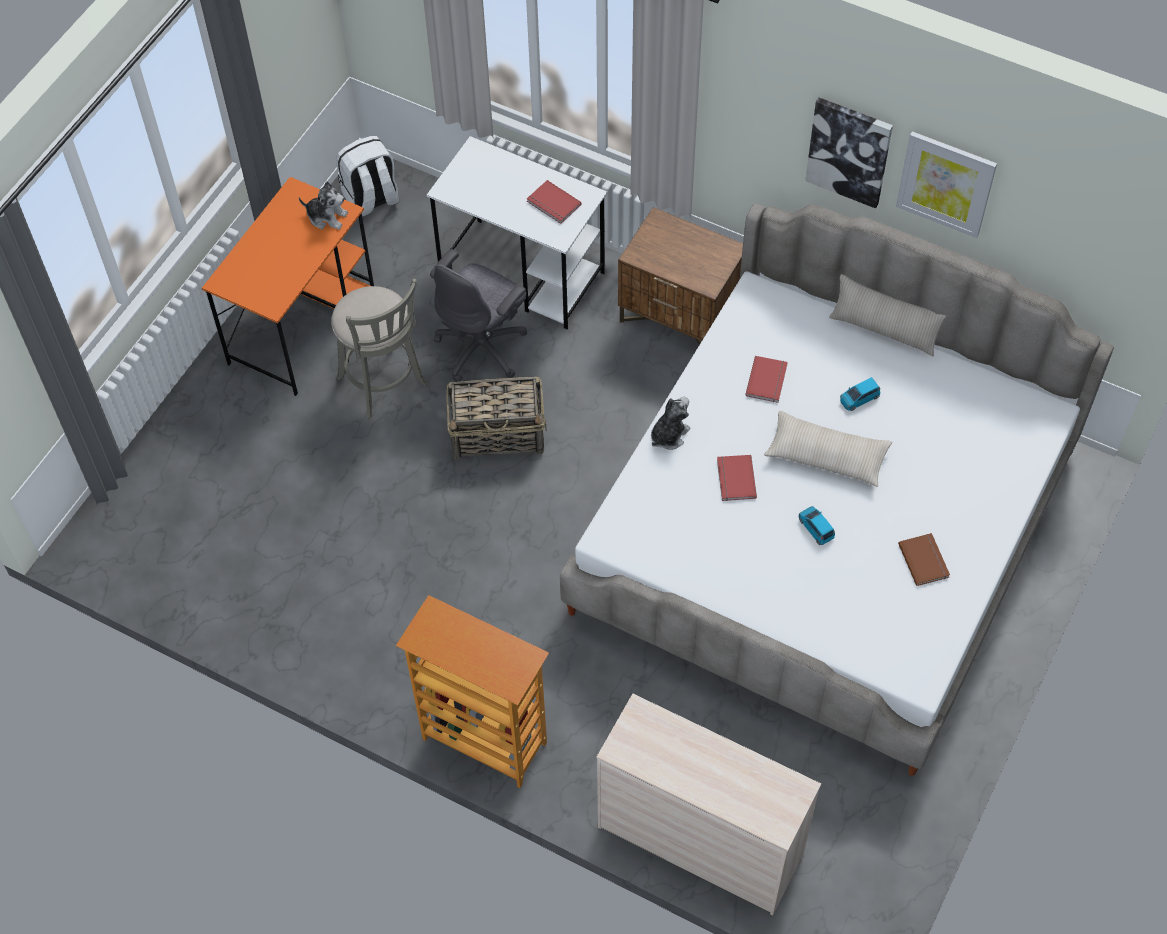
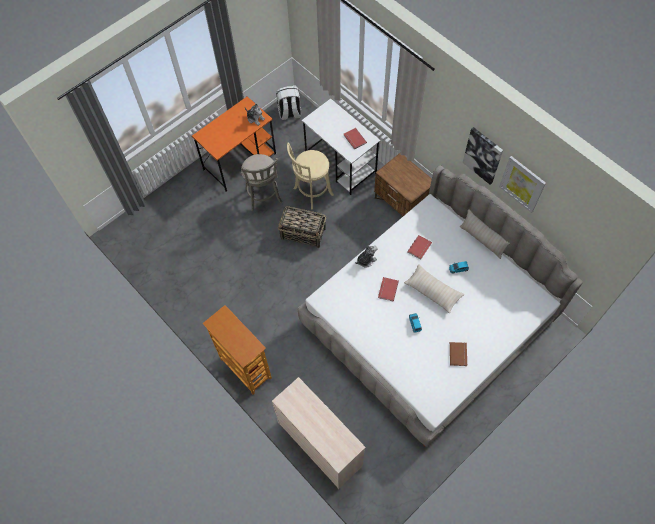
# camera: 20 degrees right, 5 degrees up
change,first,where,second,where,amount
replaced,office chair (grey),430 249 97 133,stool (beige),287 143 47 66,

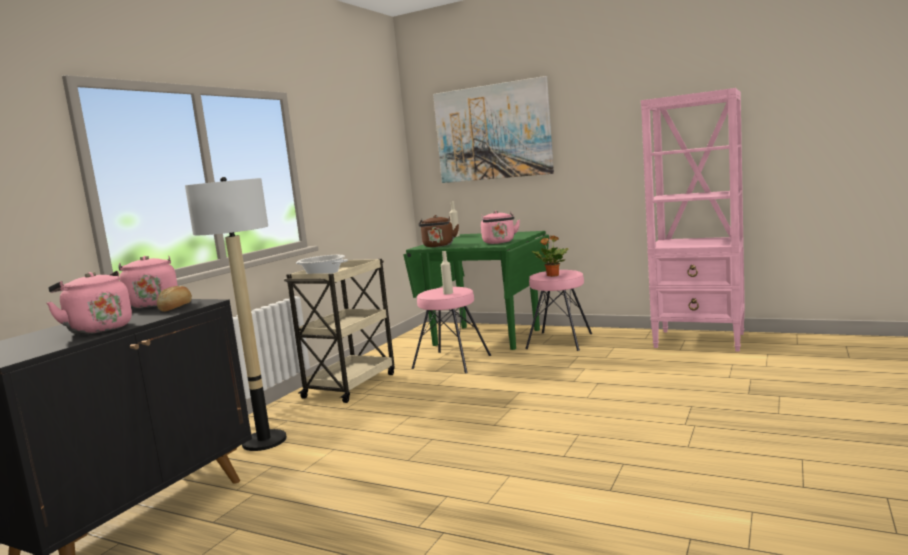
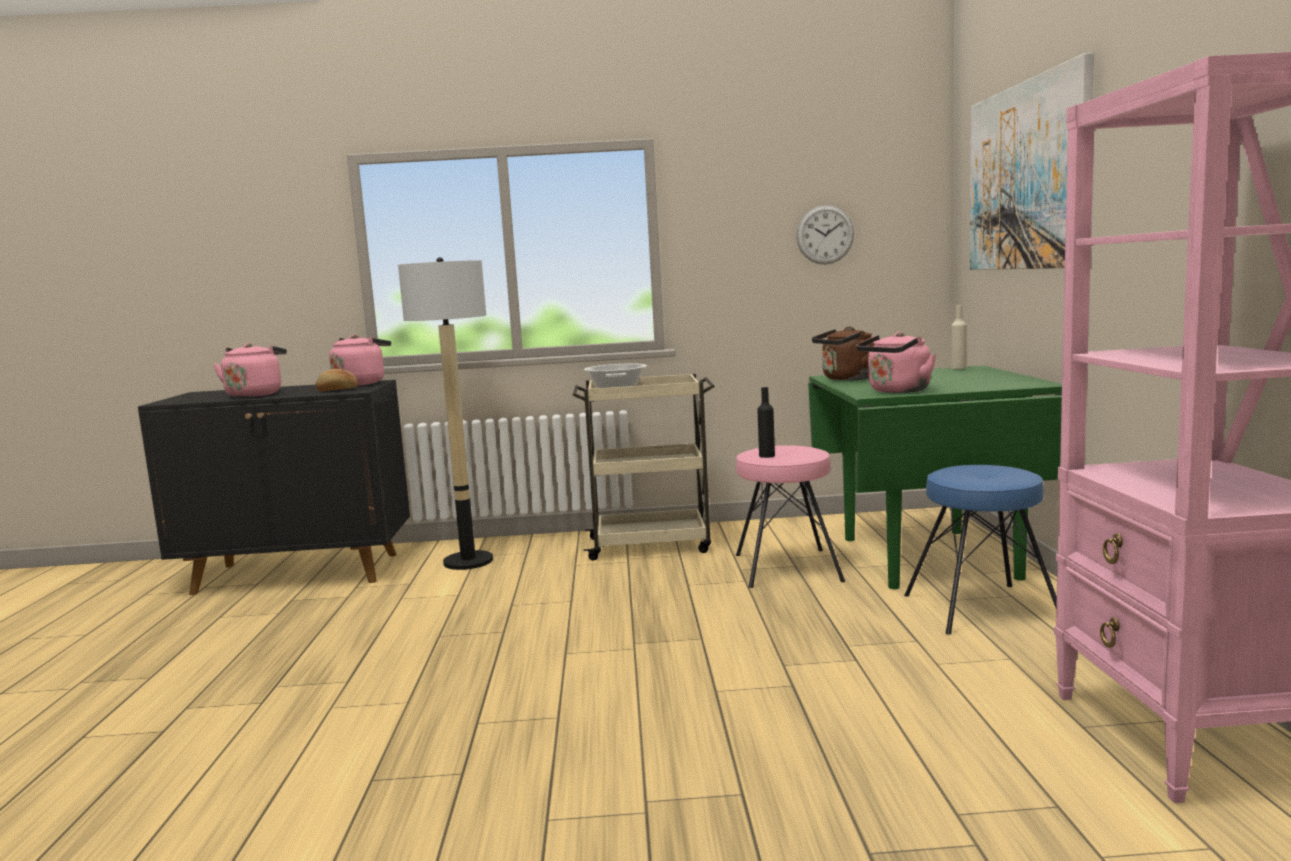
# camera: 60 degrees right, 0 degrees up
change,first,where,second,where,amount
removed,potted plant,532 235 37 42,,,
recoloured,bottle (beige),441 251 12 43,bottle (black),757 387 18 71,
recoloured,stool (pink),525 270 67 81,stool (blue),904 465 153 170,
added,,,wall clock,796 205 58 59,

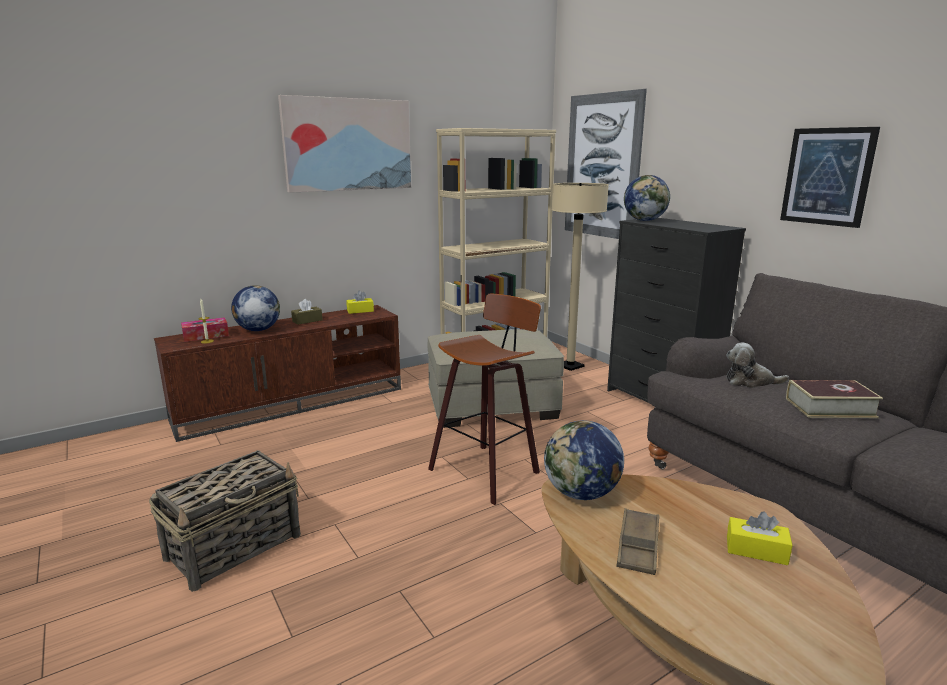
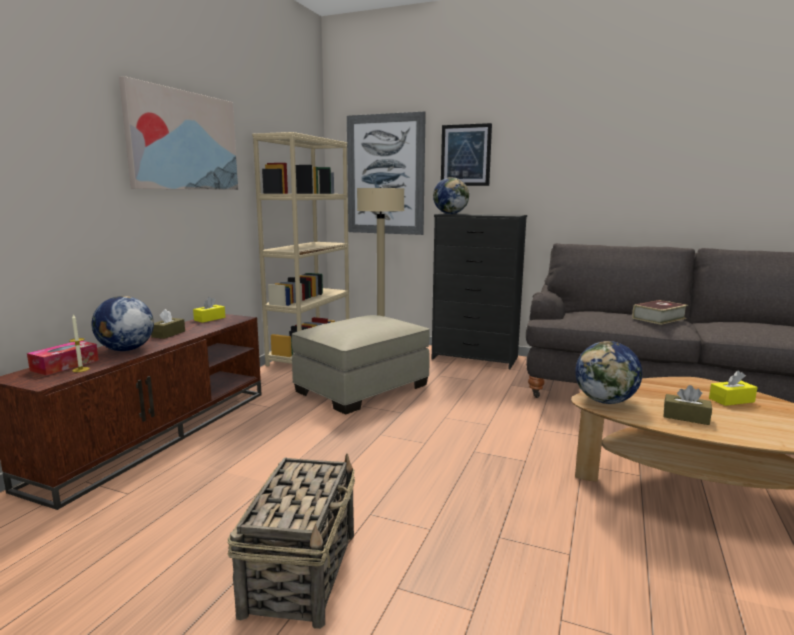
# camera: 35 degrees left, 5 degrees down
change,first,where,second,where,amount
moved,picture,780 127 100 101,,441 123 51 63,
removed,stool,428 293 113 212,,,
removed,plush toy,726 343 63 45,,,
replaced,tray (brown),616 508 43 67,tissue box (brown),664 385 48 40,

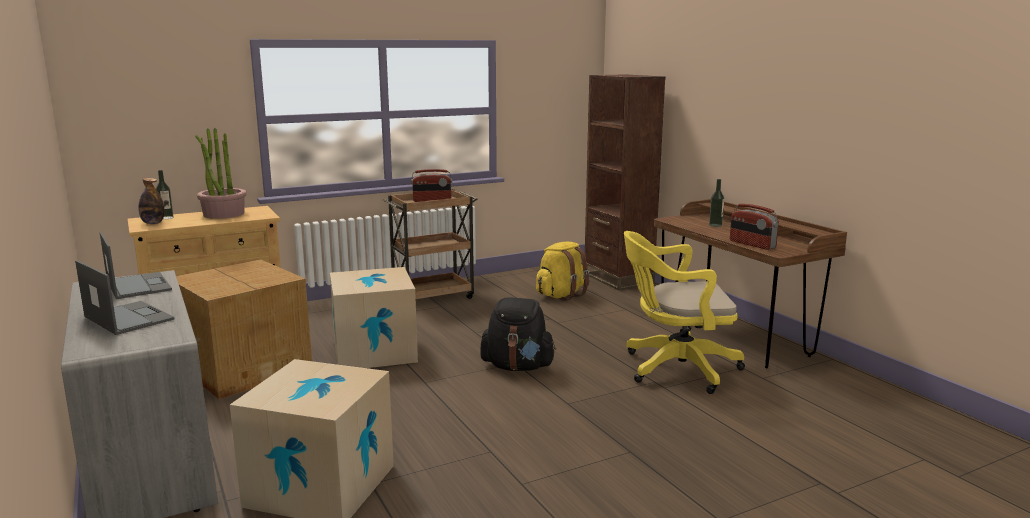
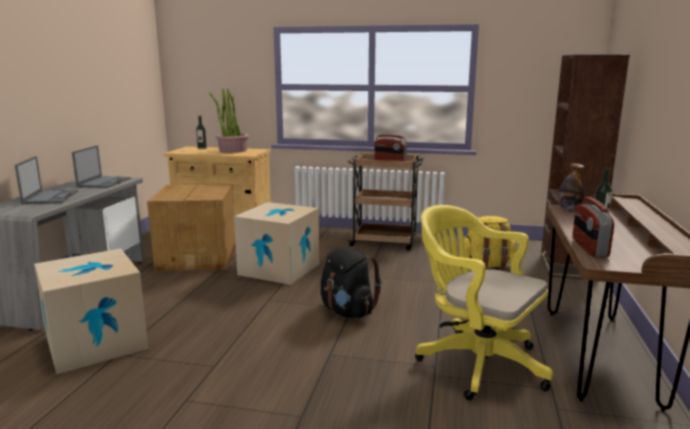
# camera: 40 degrees right, 0 degrees up
change,first,where,second,where,amount
moved,bottle,138 178 27 46,,558 163 26 47,

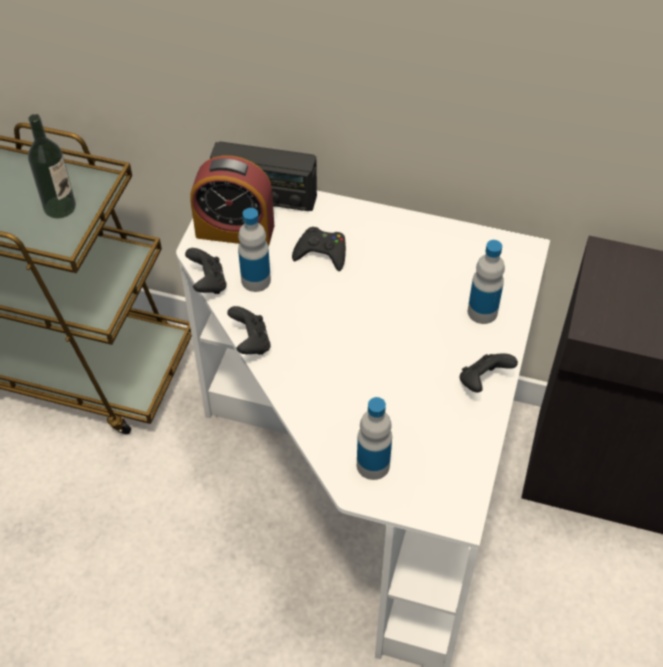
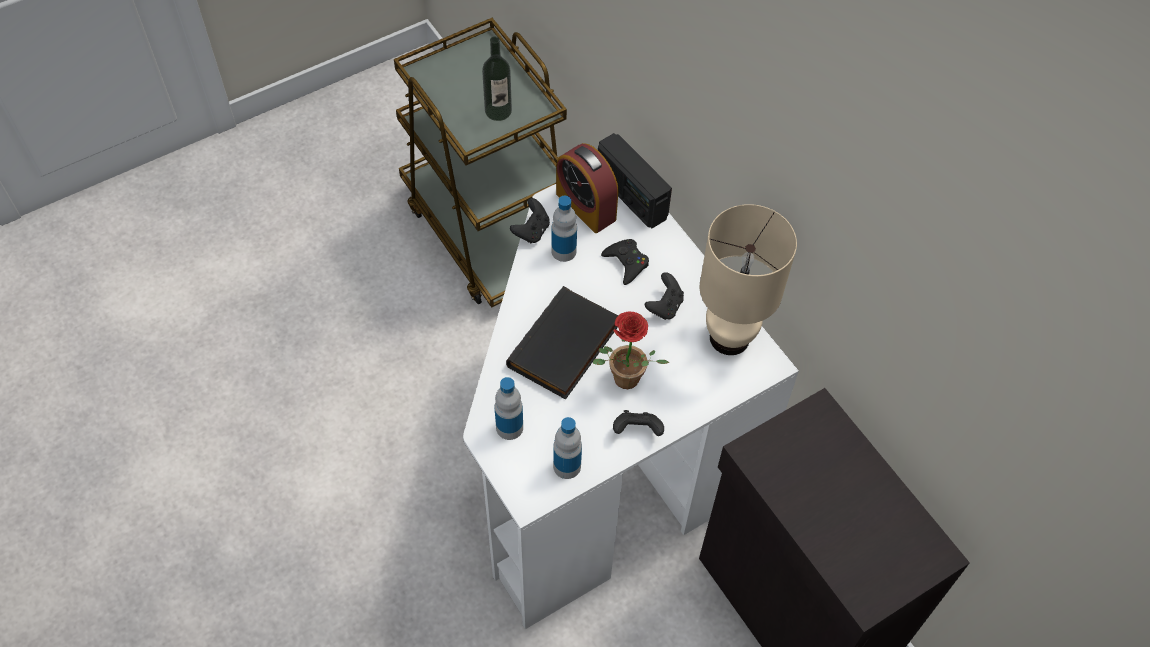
# camera: 40 degrees right, 5 degrees up
change,first,where,second,where,amount
moved,bottle,468 240 37 84,,553 417 29 62,
moved,game controller (black),227 306 44 49,,645 272 39 48,
added,,,table lamp (beige),700 204 97 151,
added,,,book (black),506 286 112 114,
added,,,potted plant,593 312 76 77,

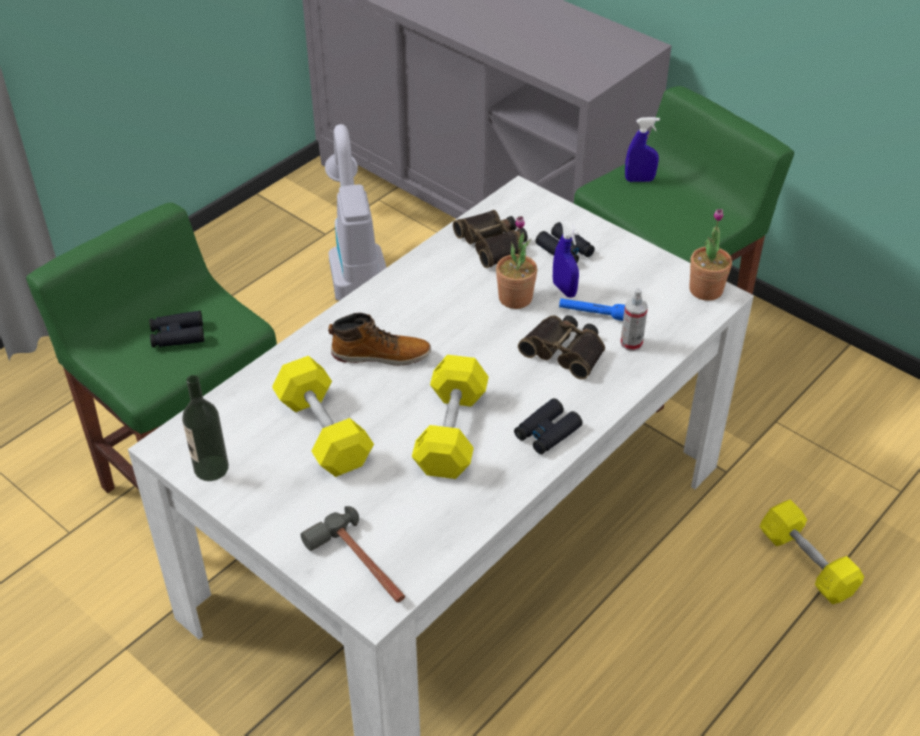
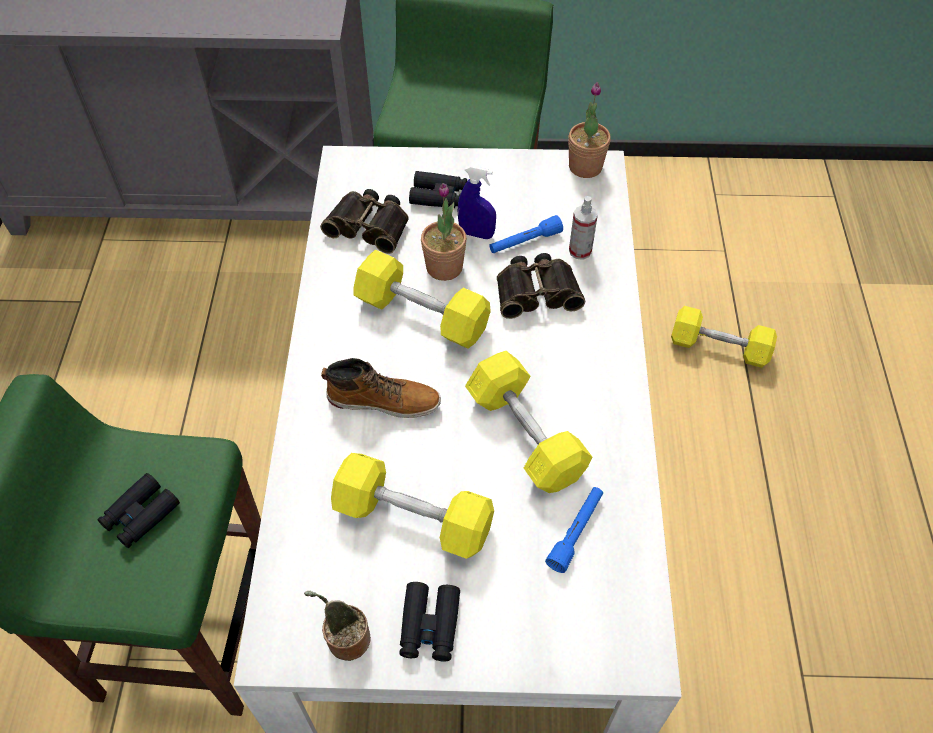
# camera: 40 degrees left, 10 degrees up
change,first,where,second,where,amount
removed,spray bottle (blue),625 117 35 65,,,
removed,vacuum cleaner,325 124 62 177,,,
turned,boot,328 313 103 53,,321 358 120 60,45 degrees clockwise
replaced,bottle,182 375 47 106,potted plant,304 591 67 70,
moved,binoculars (black),514 398 69 56,,399 582 61 79,
removed,hammer,301 506 104 97,,,
added,,,dumbbell (yellow),354 249 137 100,
added,,,flashlight (blue),545 487 58 86,

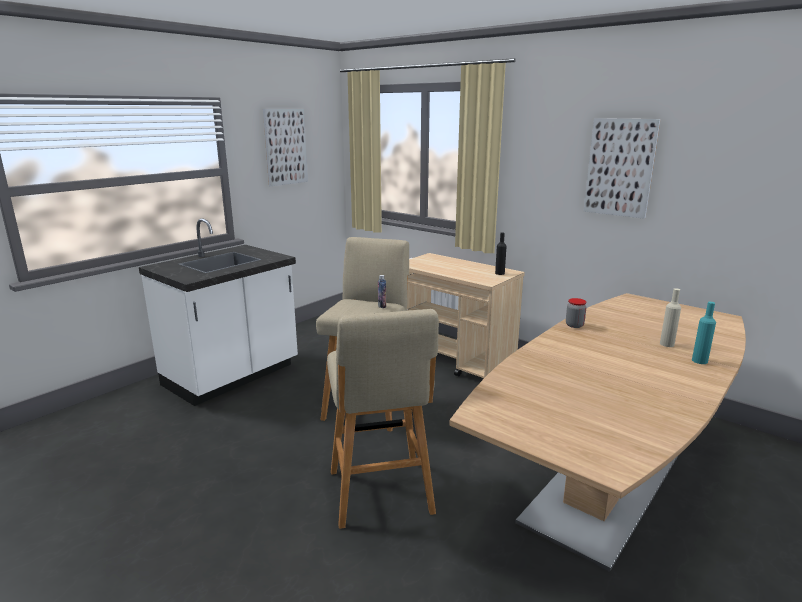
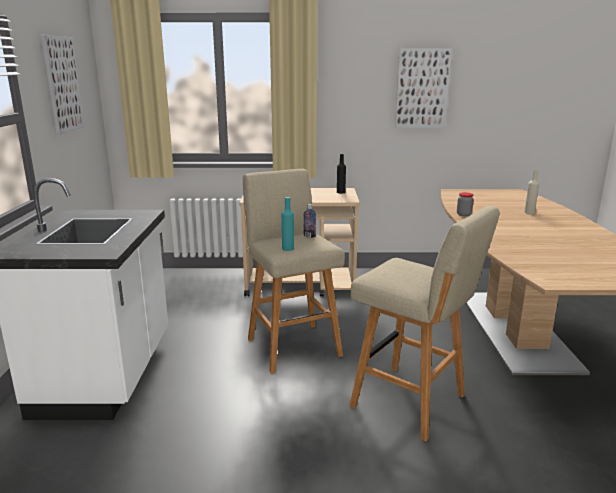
# camera: 40 degrees left, 0 degrees up
change,first,where,second,where,amount
moved,bottle (turquoise),692 302 24 62,,282 197 12 54,

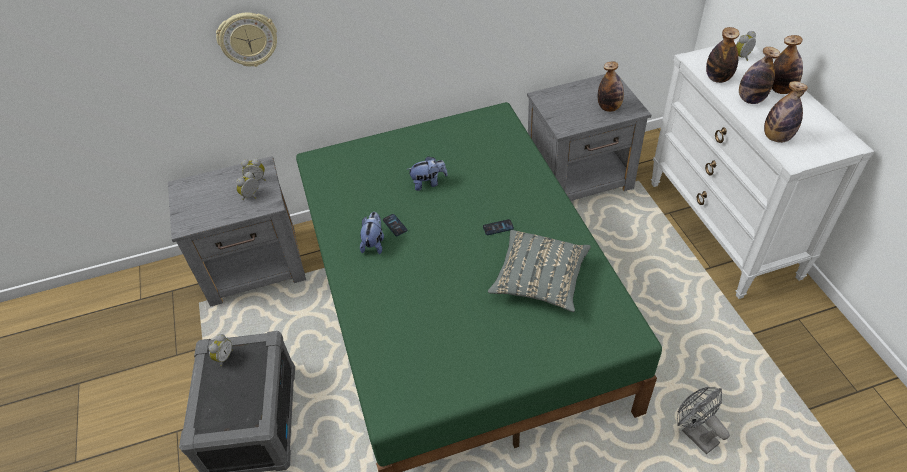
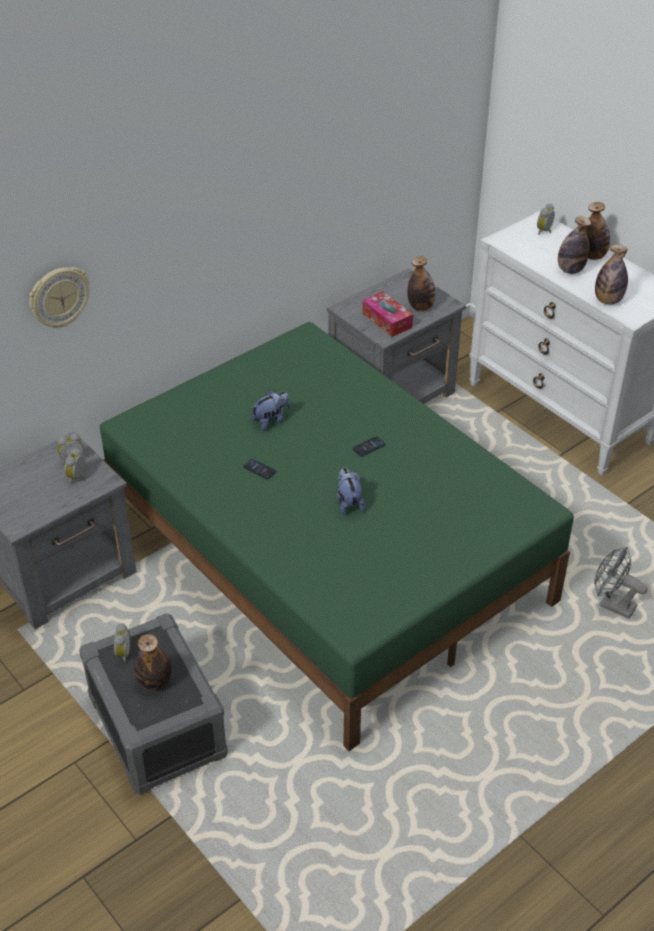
# camera: 25 degrees left, 5 degrees down
change,first,where,second,where,amount
moved,bottle,706 27 34 56,,134 634 37 57,
moved,plush toy,360 212 24 42,,337 468 28 47,
removed,pillow (grey),488 230 103 82,,,
added,,,tissue box,362 291 51 46,

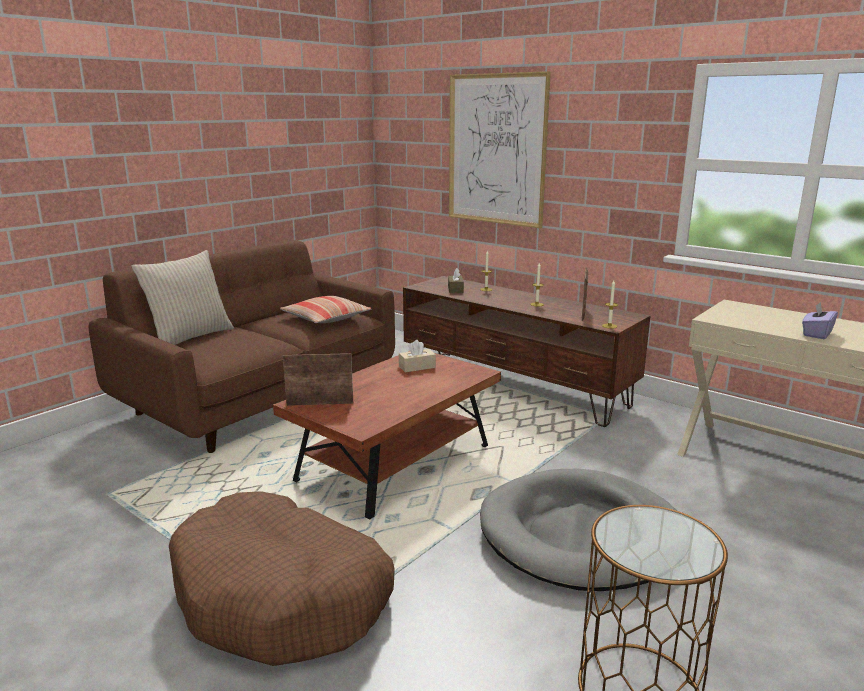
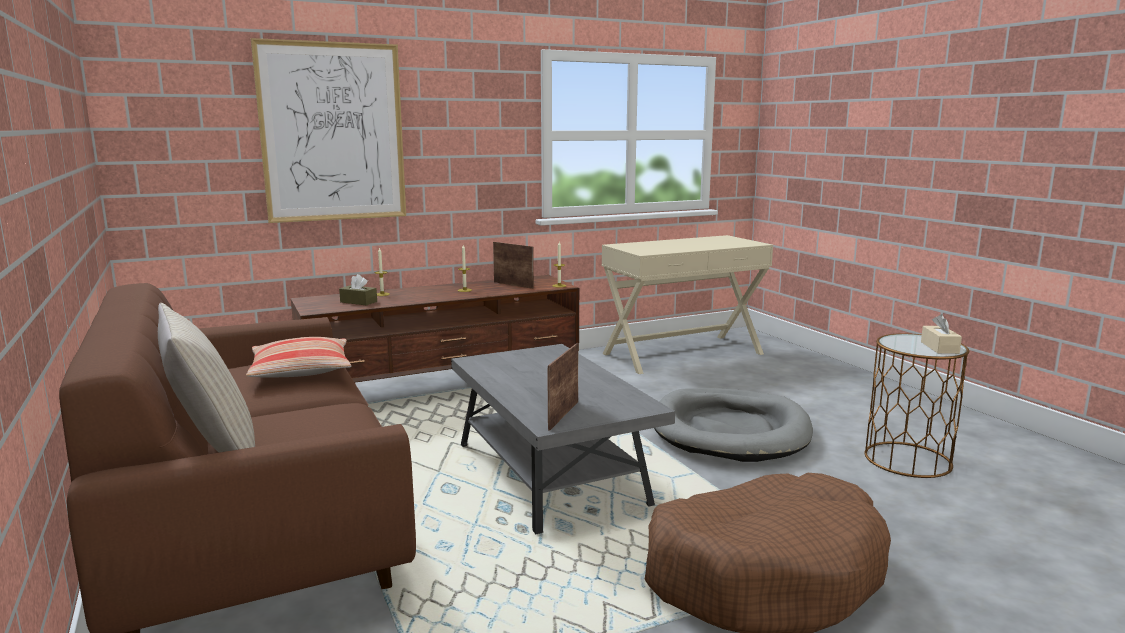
# camera: 65 degrees left, 5 degrees down
change,first,where,second,where,amount
removed,tissue box (purple),802 302 36 37,,,
moved,tissue box (beige),399 340 37 32,,921 314 41 40,
recoloured,coffee table (brown),273 351 228 169,coffee table (grey),451 344 224 190,

